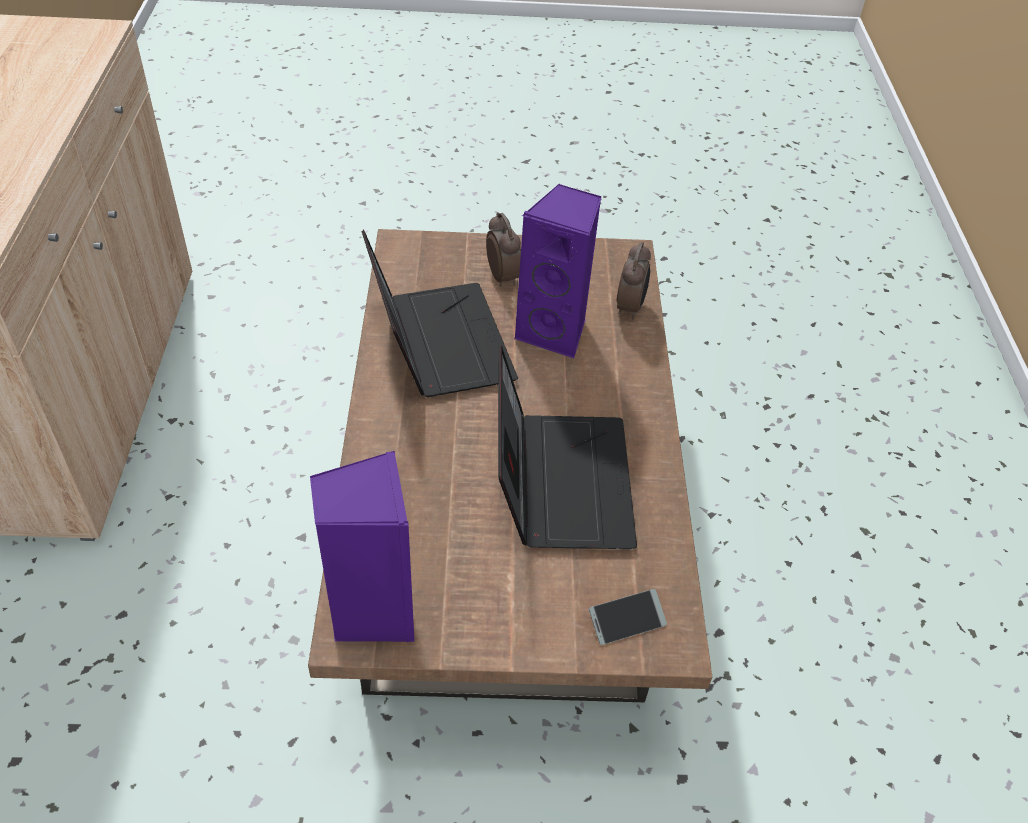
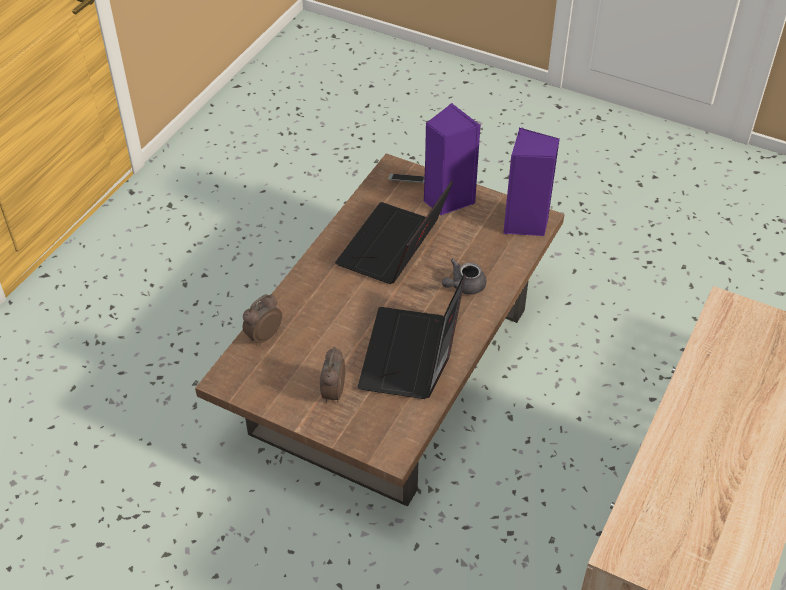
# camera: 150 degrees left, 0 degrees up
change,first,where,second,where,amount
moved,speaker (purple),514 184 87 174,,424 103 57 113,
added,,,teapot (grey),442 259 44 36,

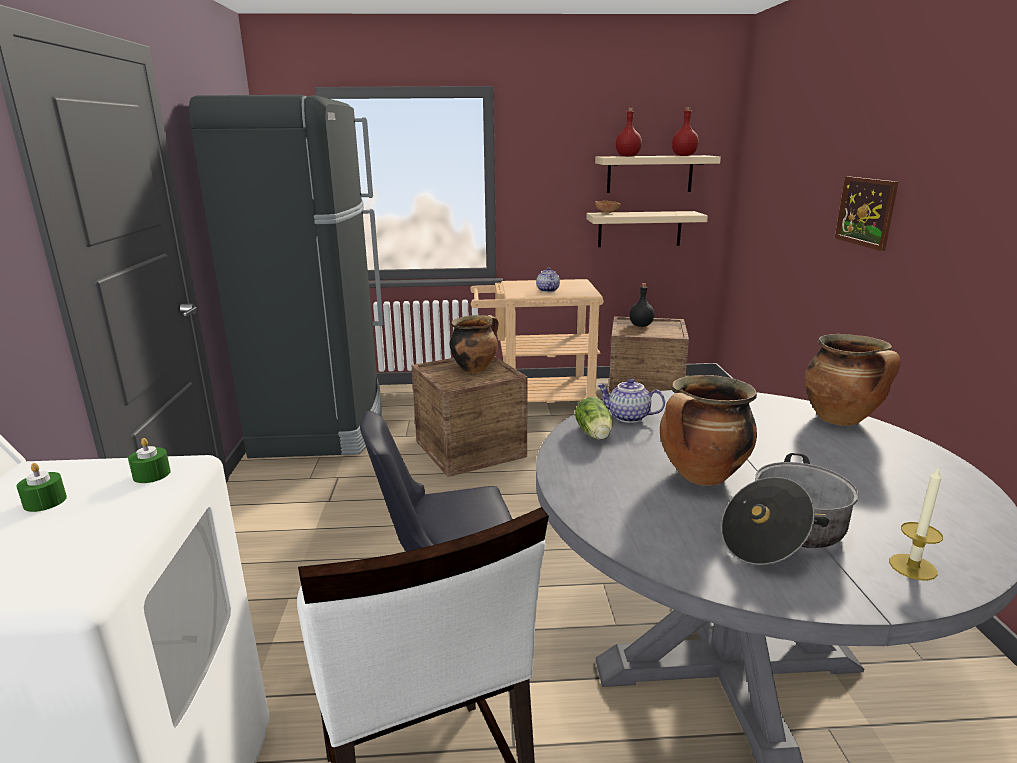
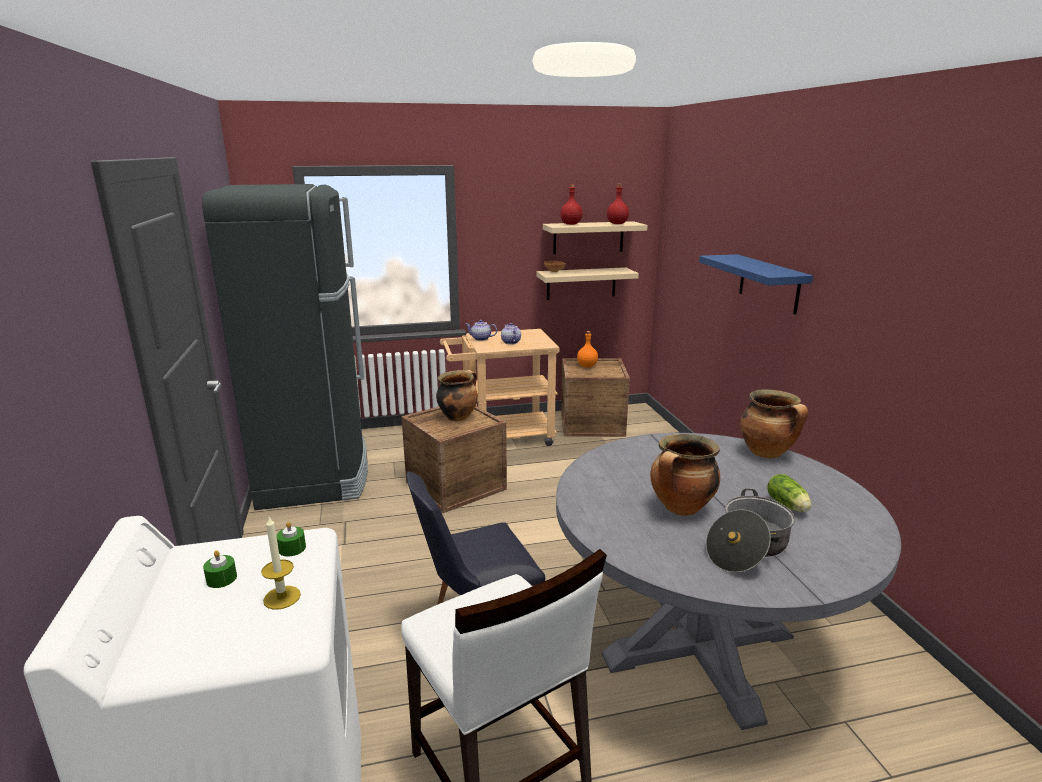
# camera: 10 degrees left, 0 degrees up
change,first,where,second,where,amount
replaced,picture,835 176 64 75,shelf (blue),699 254 114 61,
recoloured,bottle (black),629 283 26 44,bottle (orange),577 331 21 37,
moved,teapot,597 378 68 45,,466 320 31 21,
moved,lettuce,575 397 37 43,,767 474 45 38,
moved,candle,889 467 54 114,,261 515 40 95,

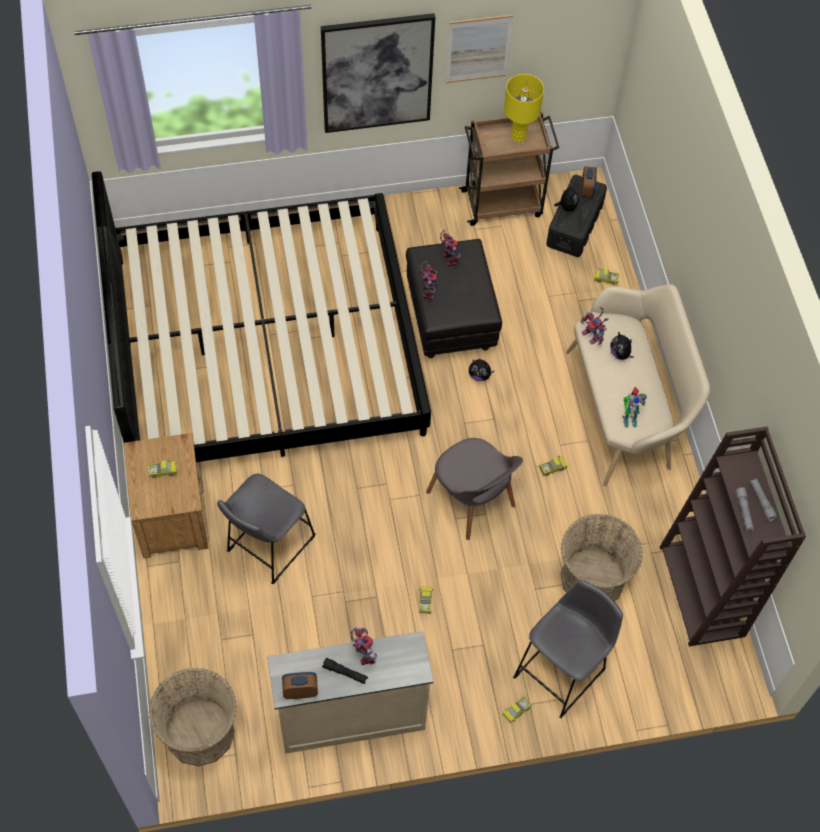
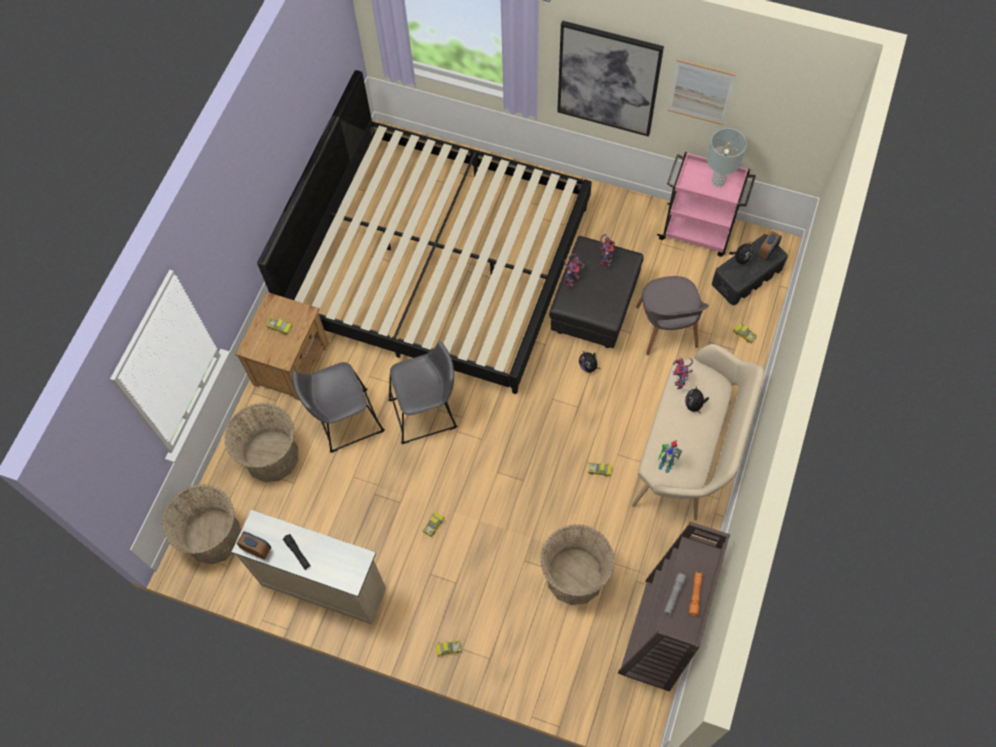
# camera: 35 degrees right, 5 degrees up
change,first,where,second,where,amount
recoloured,table lamp (yellow),504 74 40 68,table lamp (grey),707 128 40 59,
recoloured,cart (brown),459 112 100 114,cart (pink),657 152 99 105,
moved,chair (grey),426 438 97 102,,636 276 73 79,
recoloured,flashlight (grey),750 478 27 43,flashlight (orange),689 572 14 44,
moved,stool (grey),513 580 110 138,,388 341 70 103,
removed,toy robot,351 627 26 38,,,
added,,,basket,224 403 74 79,

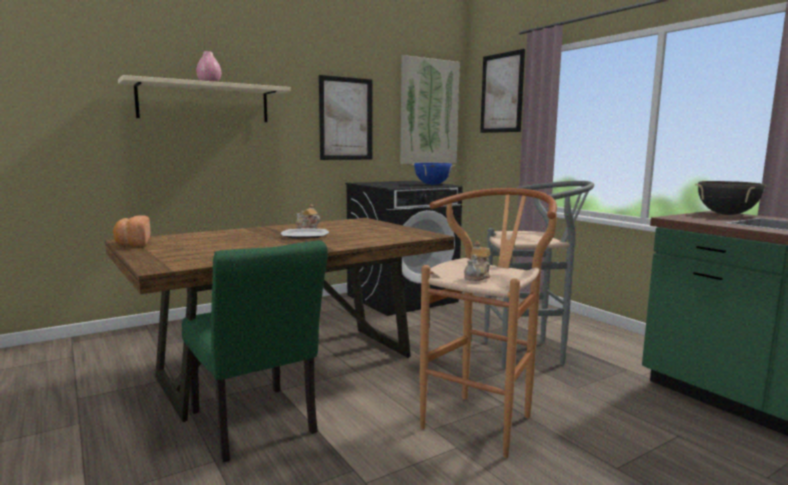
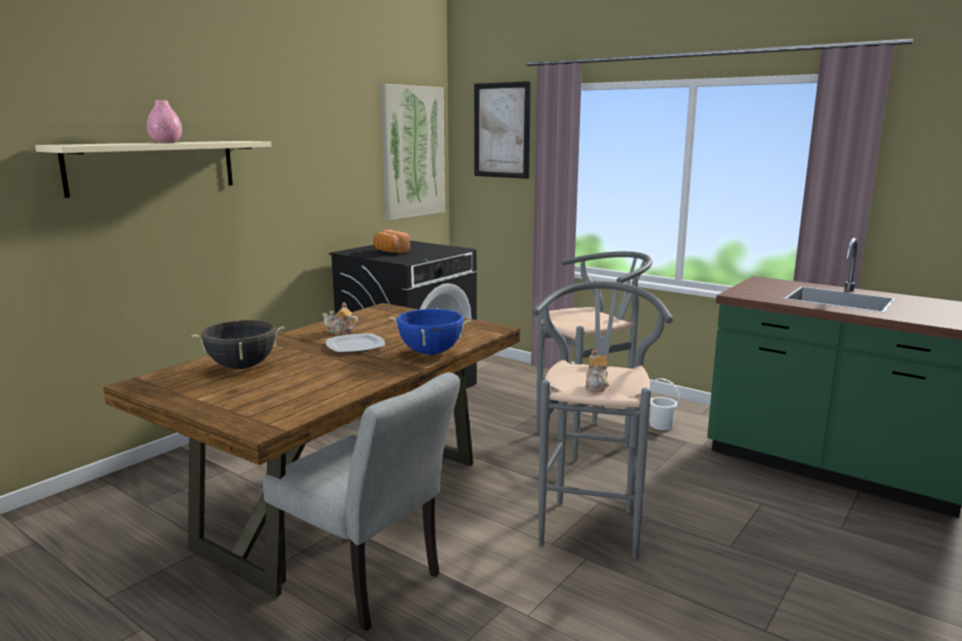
# camera: 20 degrees left, 5 degrees up
change,first,where,second,where,amount
removed,picture,319 75 54 85,,,
moved,cooking pot (blue),412 163 43 22,,389 308 82 47,
moved,cooking pot (black),695 181 71 34,,191 320 94 49,
recoloured,stool (brown),420 188 137 270,stool (grey),532 281 141 278,
moved,bread,113 215 37 32,,373 230 37 23,
recoloured,chair (green),182 240 146 222,chair (grey),263 372 197 259,
added,,,bucket (white),650 378 30 52,

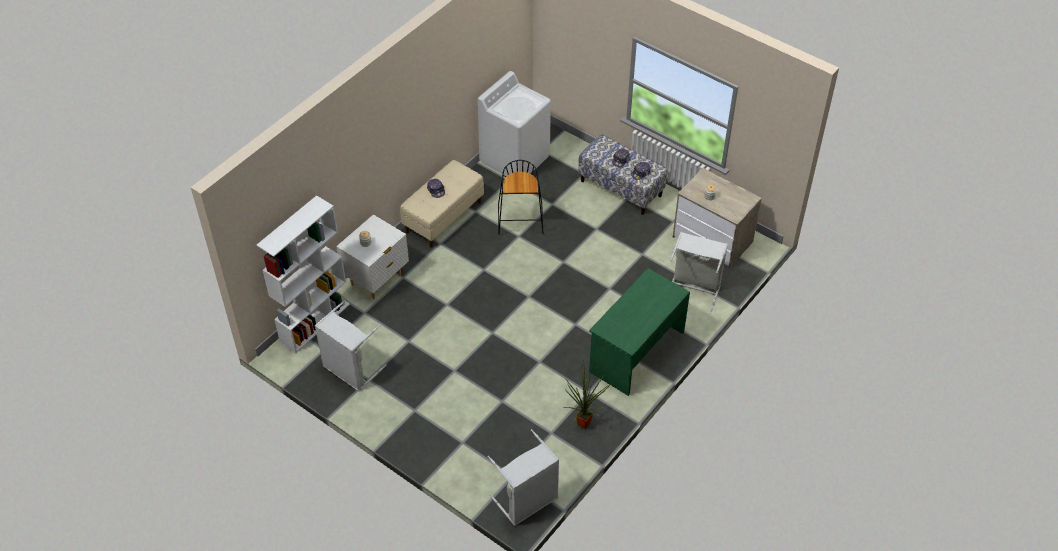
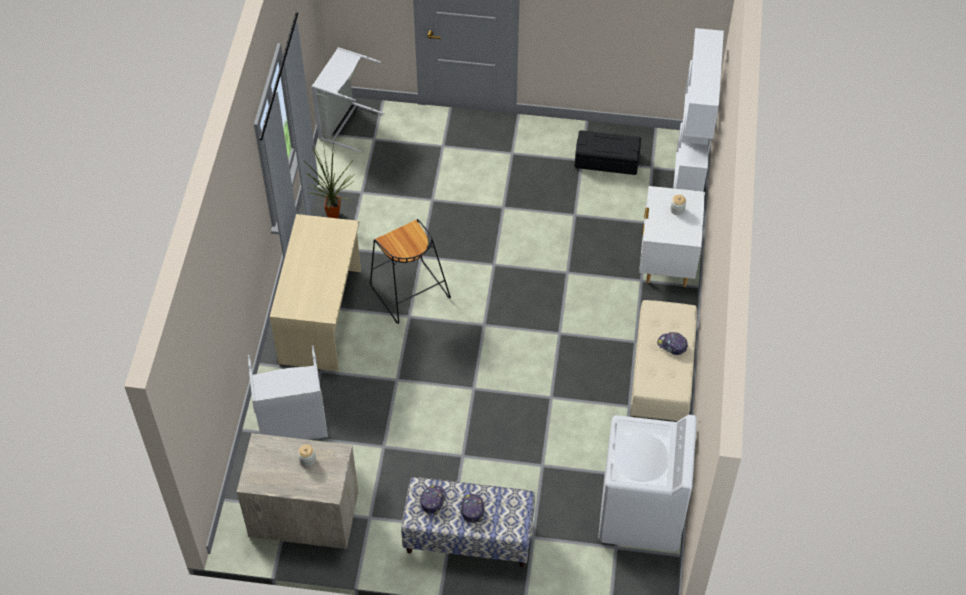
# camera: 150 degrees right, 5 degrees up
change,first,where,second,where,amount
moved,stool (black),498 160 46 75,,370 219 81 105,
recoloured,desk (green),589 268 101 128,desk (beige),270 214 91 157,
replaced,laundry basket (grey),315 300 72 92,storage box (black),574 130 67 45,

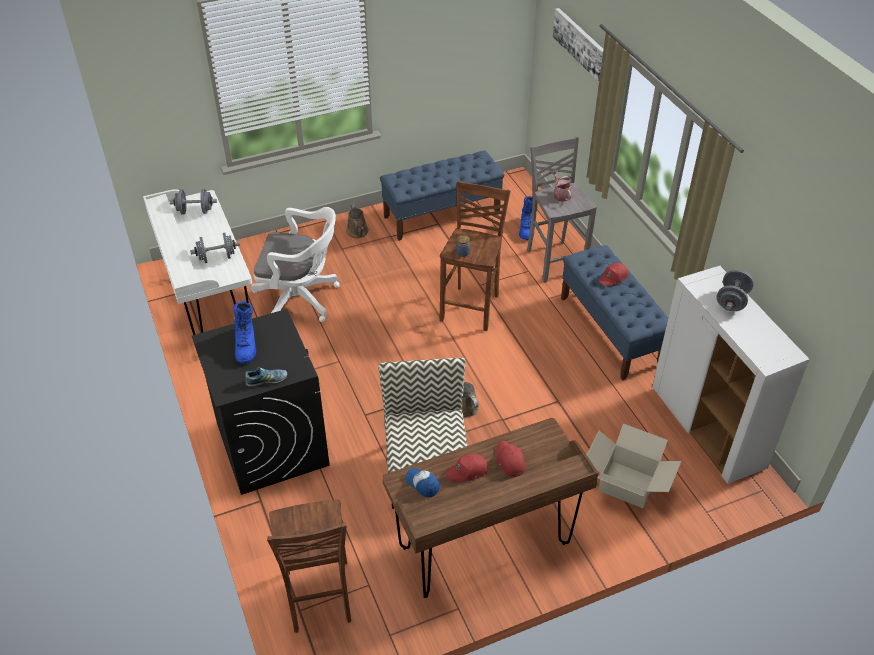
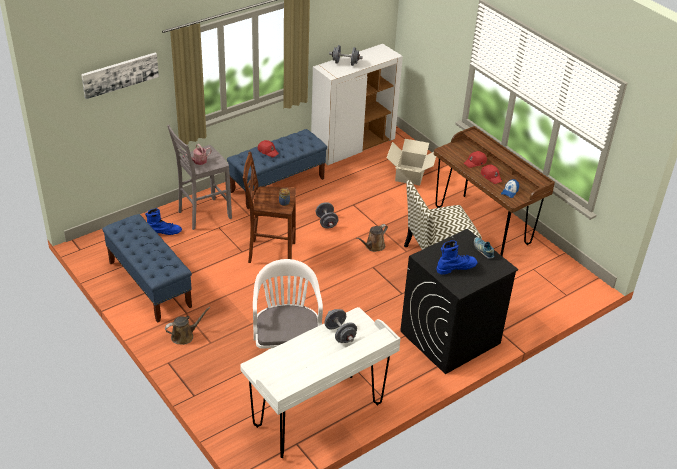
# camera: 105 degrees left, 5 degrees down
change,first,where,second,where,amount
moved,dumbbell (grey),170 189 47 26,,316 202 22 26,
removed,stool (brown),267 500 84 133,,,

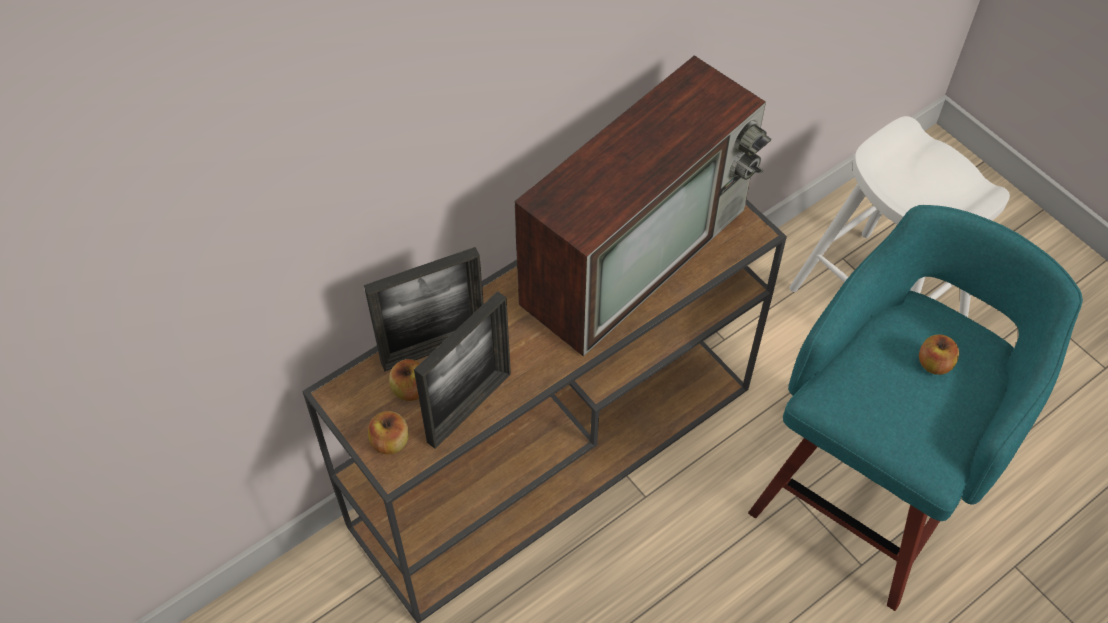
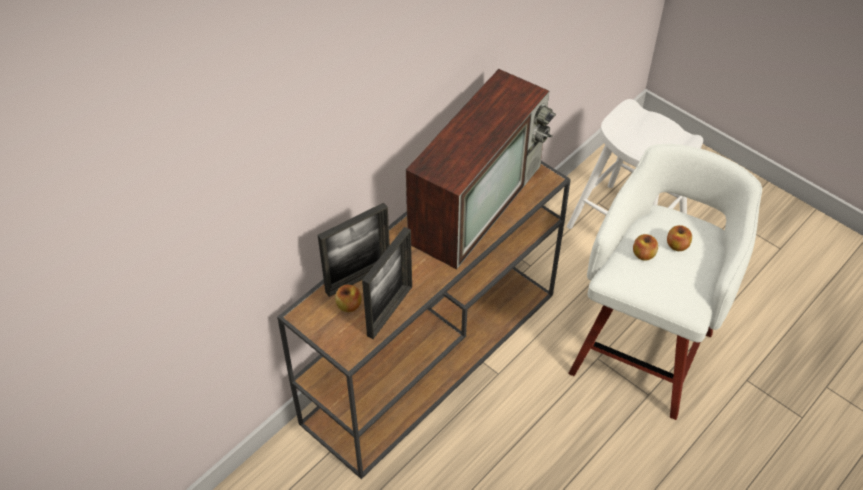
# camera: 10 degrees left, 5 degrees down
change,first,where,second,where,amount
recoloured,stool (turquoise),748 205 335 406,stool (white),568 144 194 276,
moved,apple,368 411 41 44,,633 234 25 27,

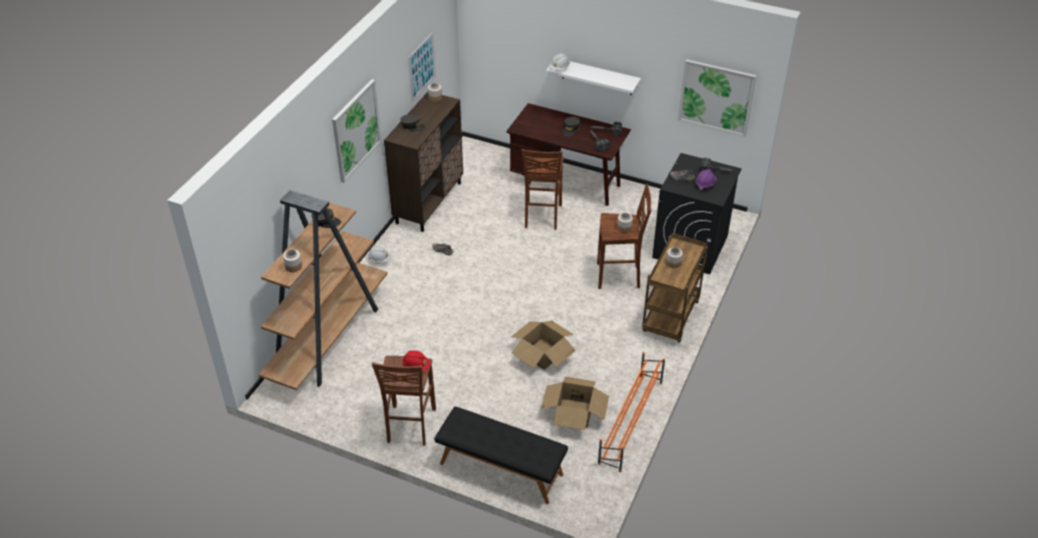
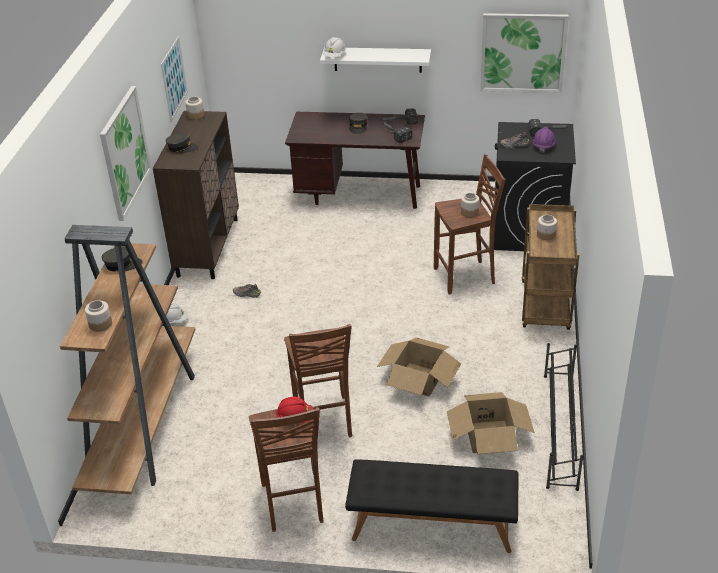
# camera: 15 degrees left, 5 degrees down
change,first,where,second,where,amount
moved,stool (brown),521 149 43 81,,284 324 68 113,
recoloured,shoe rack (orange),598 352 67 120,shoe rack (black),544 343 39 148,

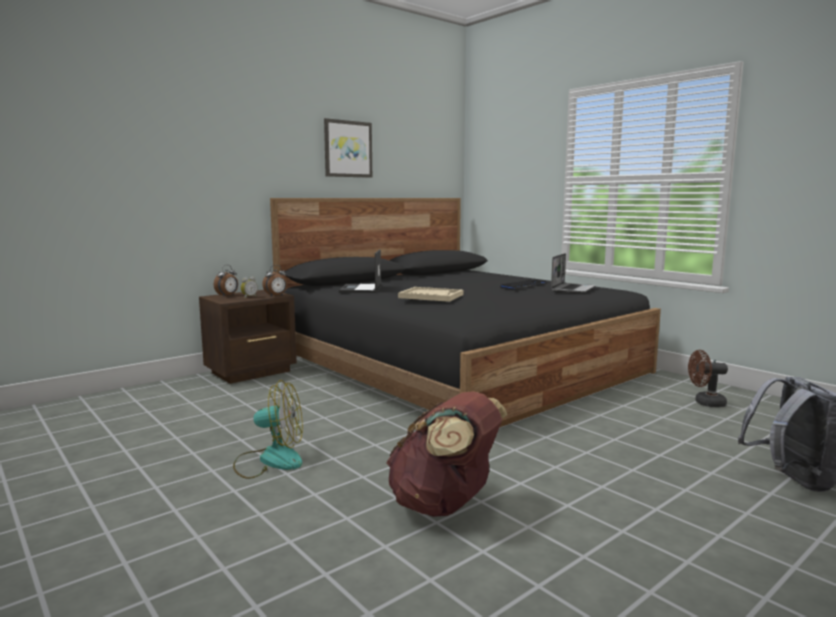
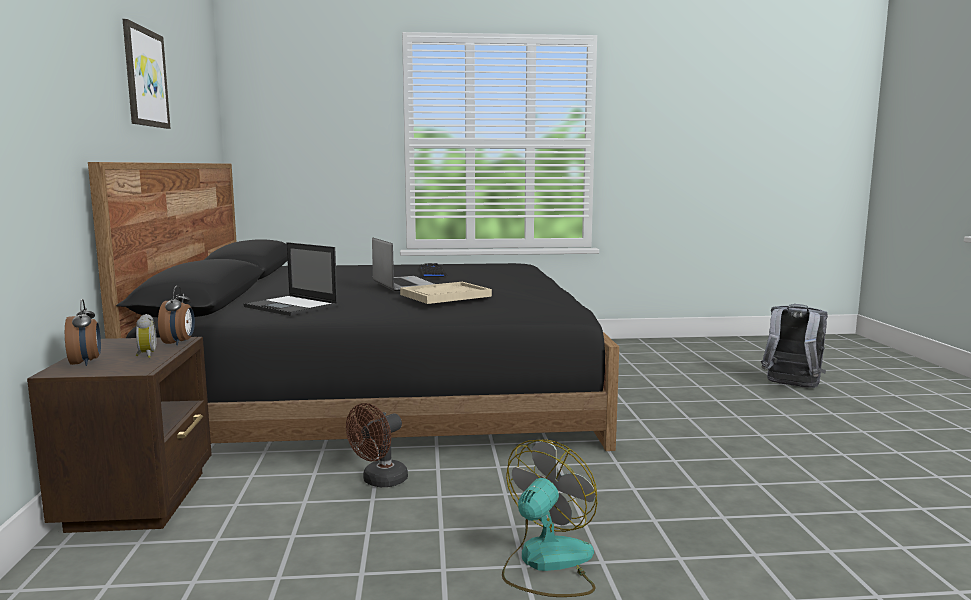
# camera: 55 degrees left, 0 degrees up
change,first,where,second,where,amount
moved,laptop,551 253 45 40,,372 237 62 54,
moved,fan (brown),688 350 40 57,,346 403 62 84,
removed,backpack (brown),387 391 120 126,,,

